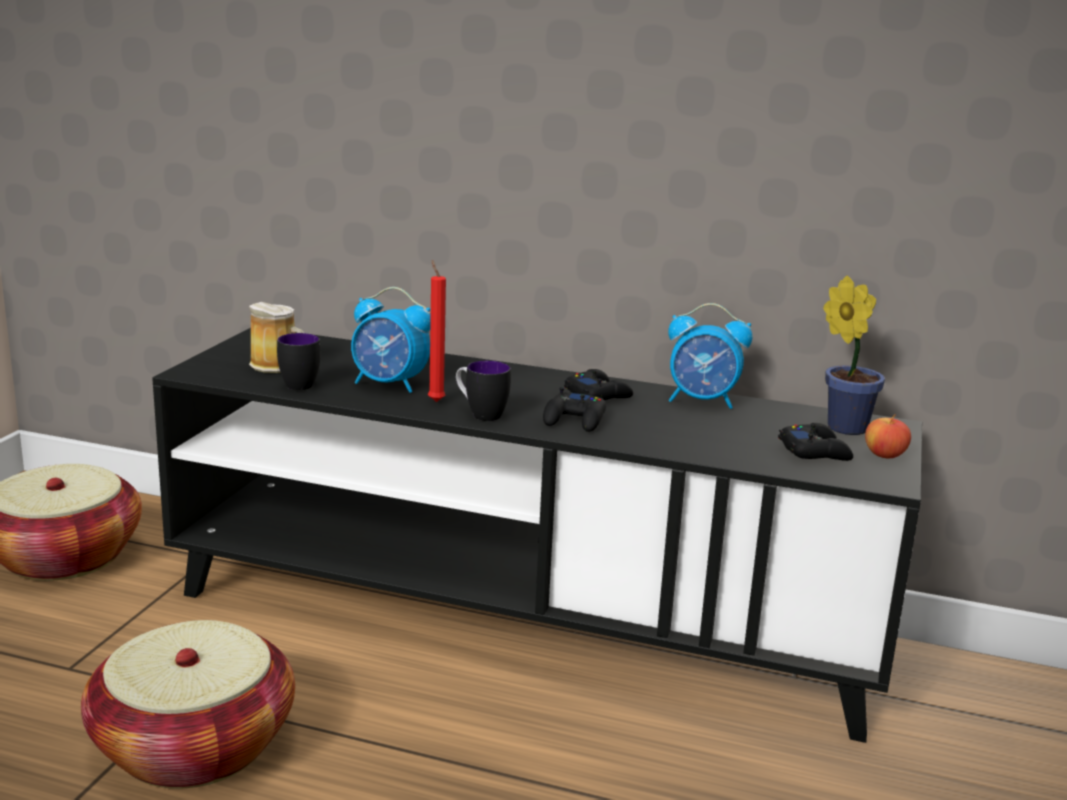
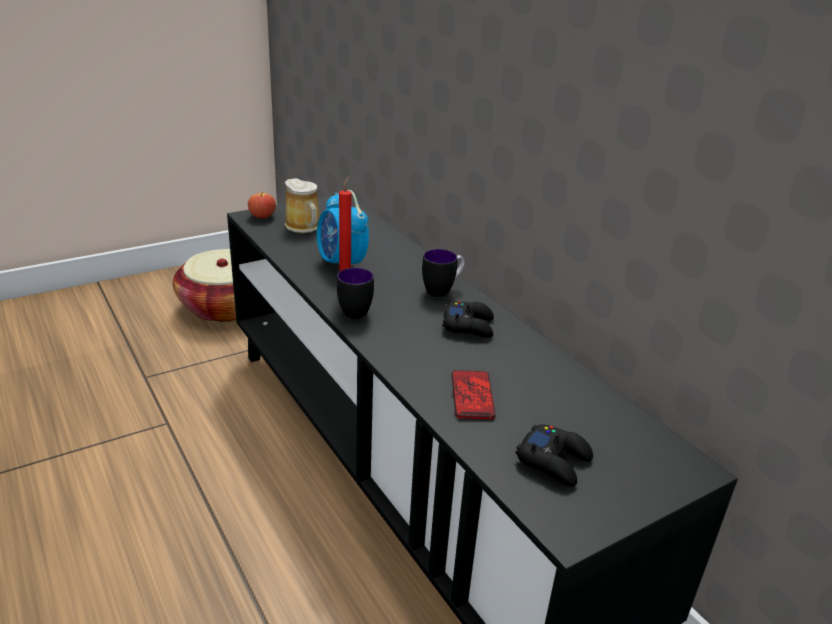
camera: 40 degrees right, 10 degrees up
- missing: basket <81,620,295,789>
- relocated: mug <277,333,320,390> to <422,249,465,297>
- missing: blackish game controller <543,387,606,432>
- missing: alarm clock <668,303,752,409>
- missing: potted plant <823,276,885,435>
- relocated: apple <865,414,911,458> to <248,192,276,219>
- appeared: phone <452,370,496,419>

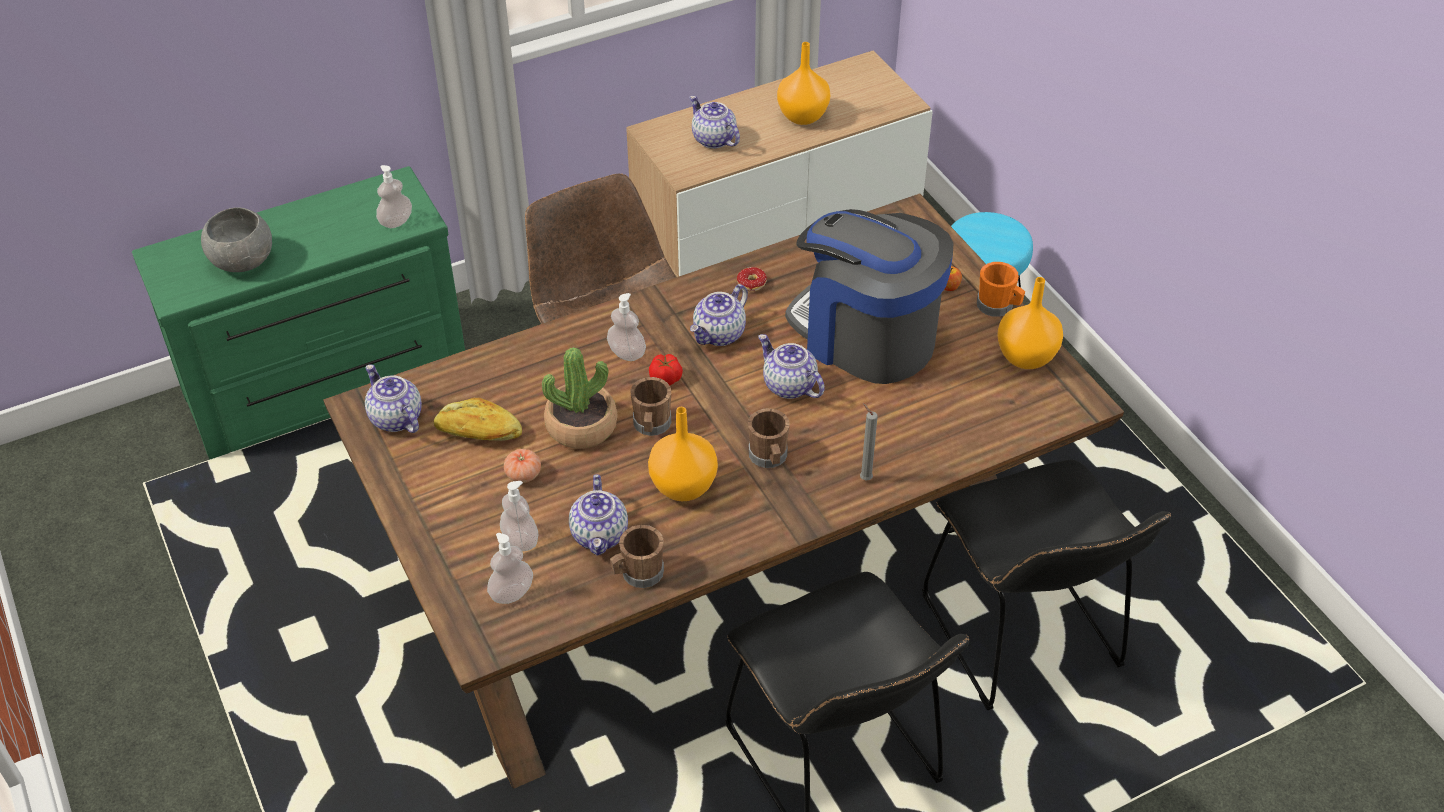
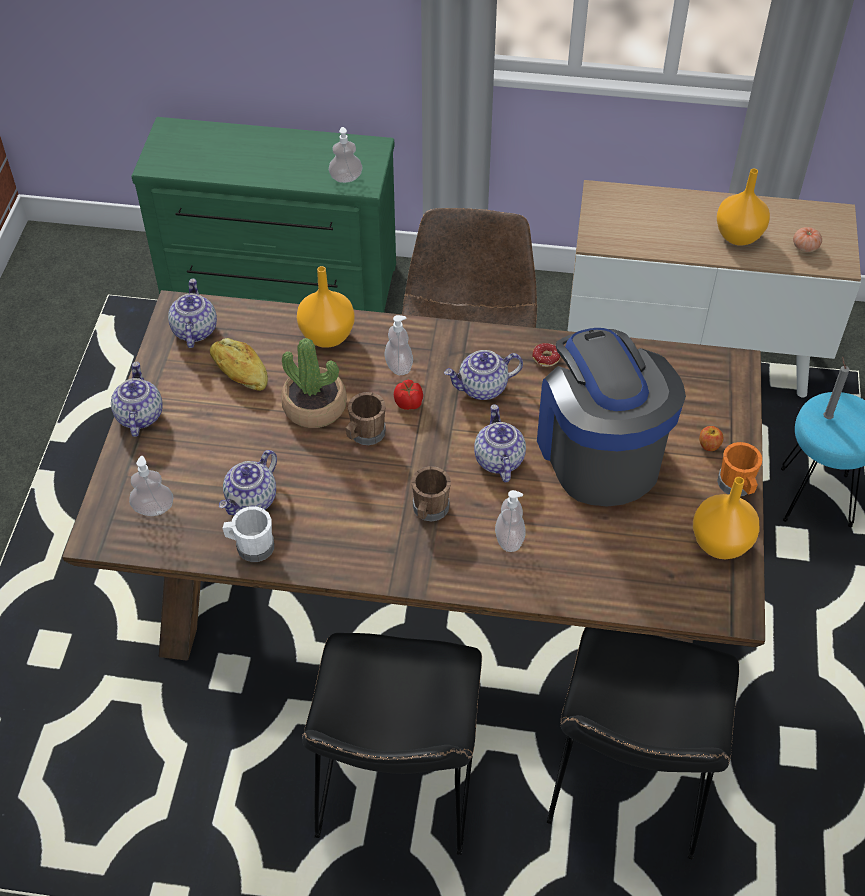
camera: 35 degrees right, 5 degrees up
- missing: gray bowl <201,207,272,272>
- relocated: soap dispenser <500,481,539,551> to <495,490,526,552>
- relocated: fresh tomato <504,449,541,483> to <793,227,822,252>
- colour: brownish mug <610,525,664,588> to whitish mug <222,506,274,562>
- relocated: orangey vase <648,407,718,501> to <297,266,355,348>
- relocated: pot for tea <689,96,740,149> to <111,362,163,437>
- relocated: gray candle <860,403,878,480> to <823,357,850,419>

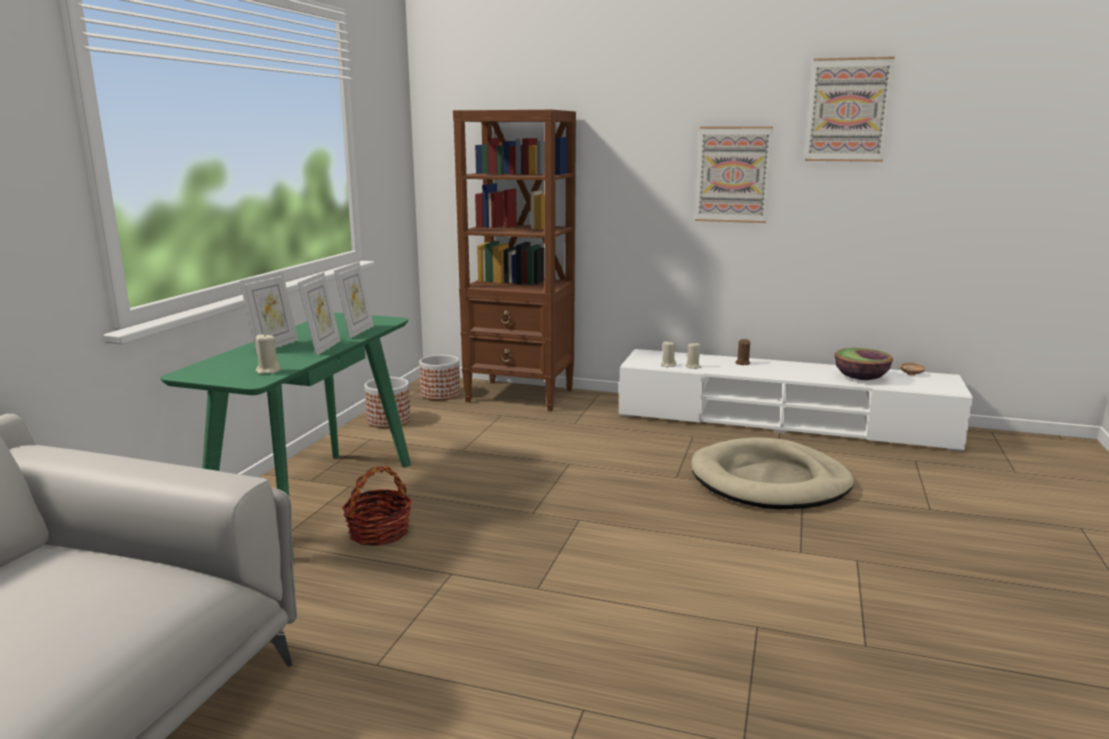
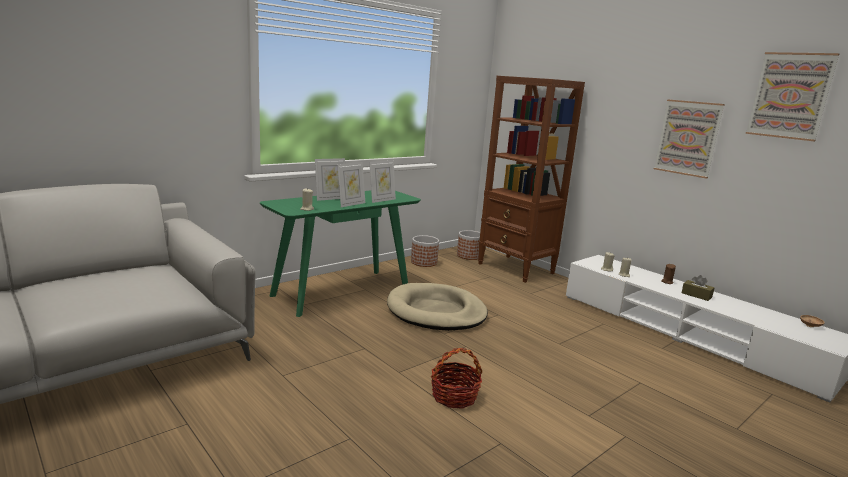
camera: 30 degrees right, 0 degrees up
- relocated: basket <342,466,412,546> to <431,348,482,409>
- relocated: beige pet bed <691,437,854,509> to <387,283,488,331>
- missing: bowl <834,348,893,380>
- appeared: brownish tissue holder <681,275,715,301>

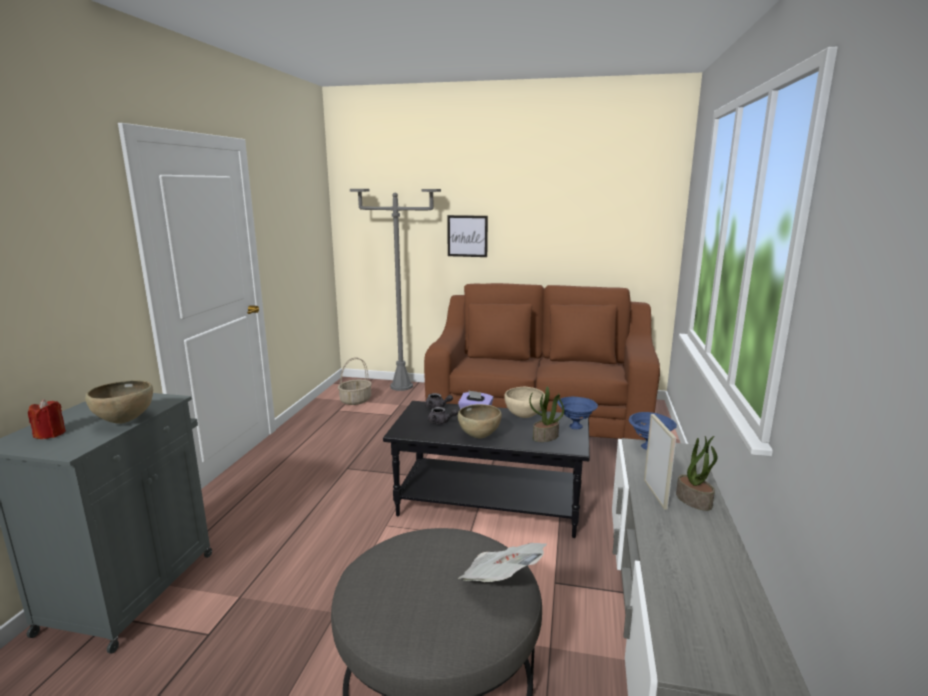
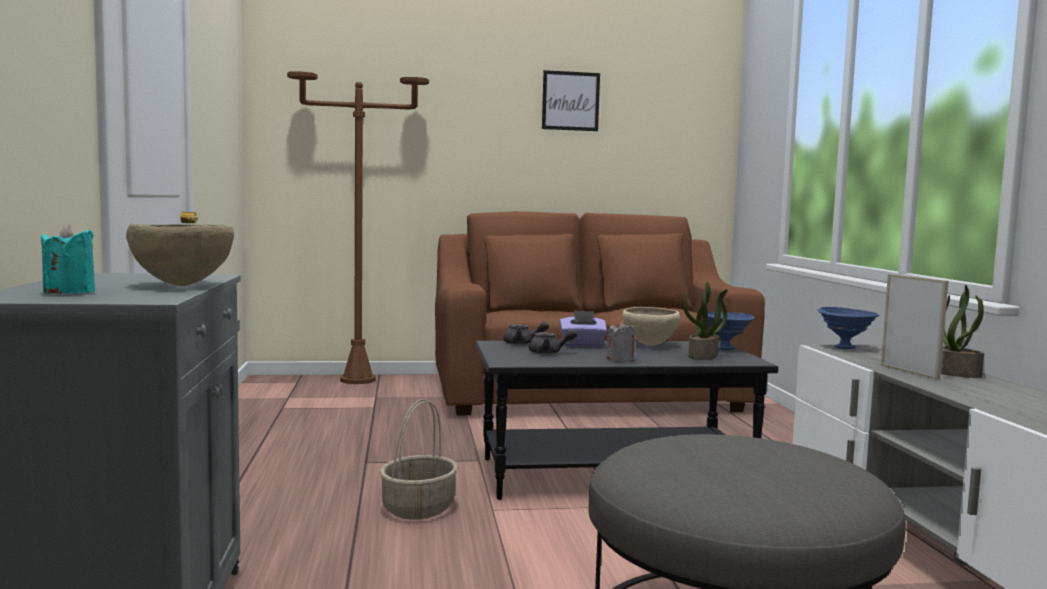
camera: 20 degrees left, 10 degrees down
- colour: reddish candle <28,399,66,439> to turquoise candle <41,224,95,294>
- relocated: basket <338,358,372,405> to <380,399,458,520>
- colour: gray floor lamp <350,189,441,391> to brownish floor lamp <287,71,429,384>
- relocated: wall art <447,215,488,257> to <542,70,600,131>
- exchanged: brownish bowl <458,404,502,439> to gray candle <606,321,636,362>
- missing: newspaper <458,543,547,582>

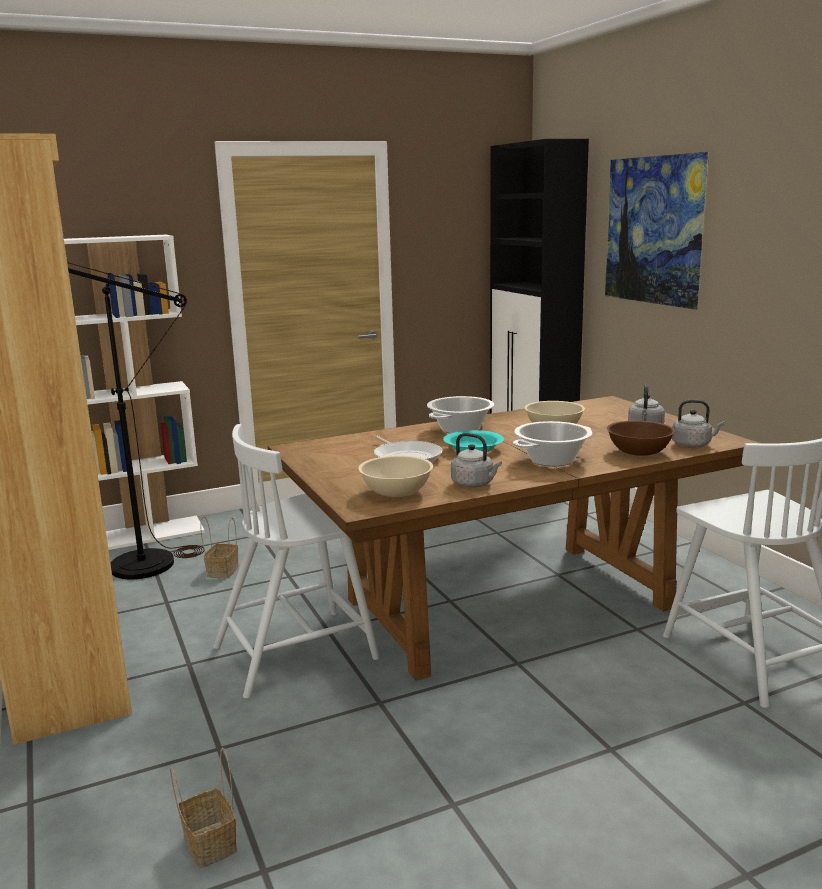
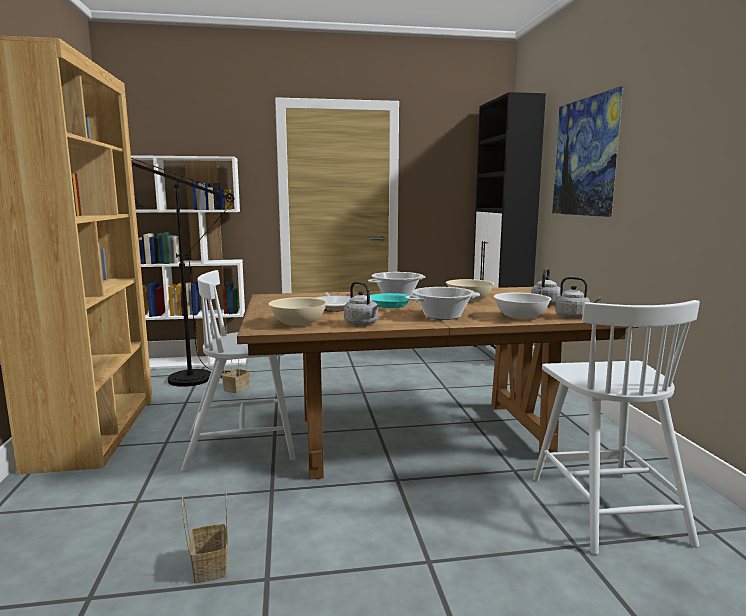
camera: 15 degrees right, 5 degrees down
- relocated: basket <170,748,237,868> to <182,490,228,583>
- colour: brownish bowl <607,421,675,456> to whitish bowl <494,293,552,319>

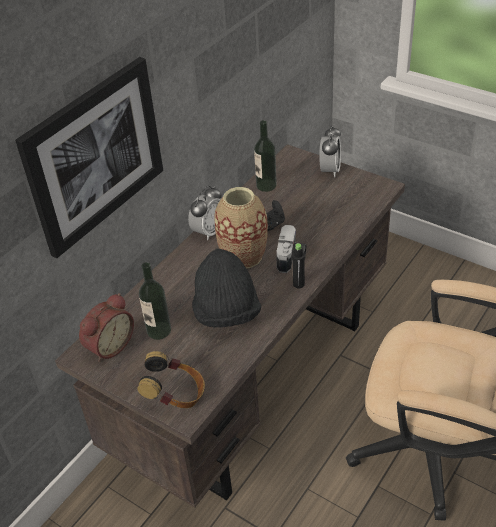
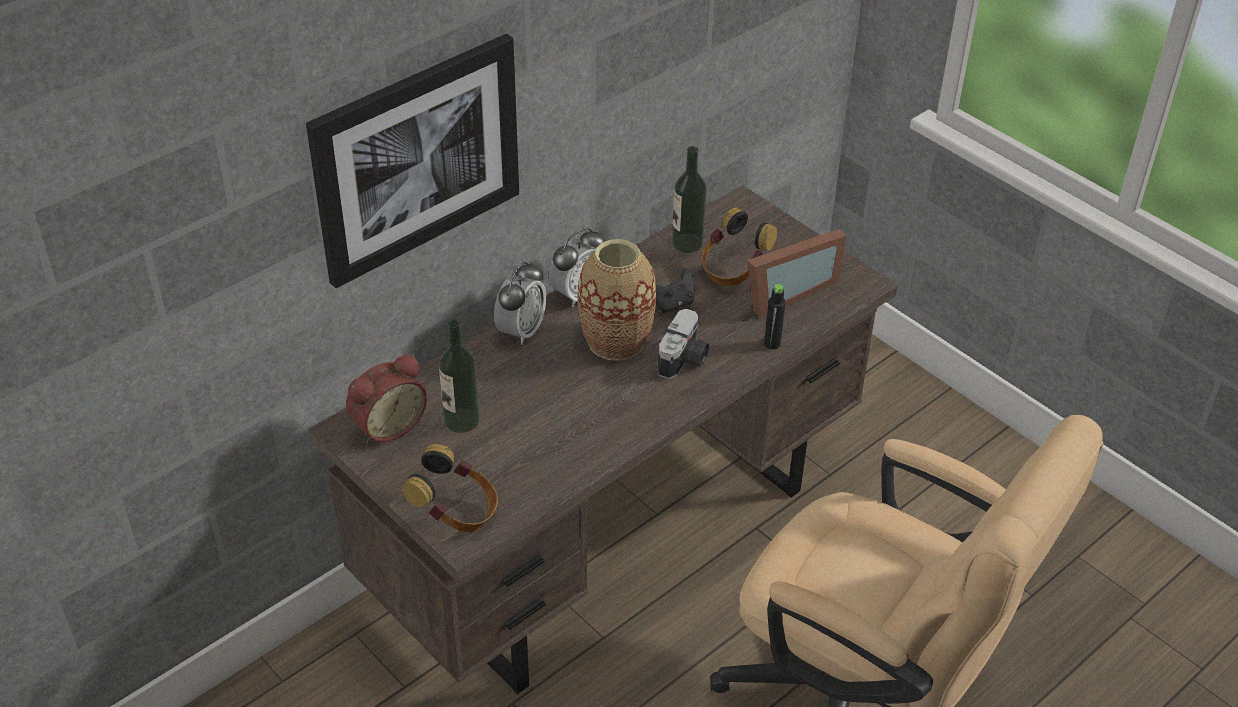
camera: 10 degrees right, 0 degrees up
- missing: blackish wearable hat <192,249,261,328>
- relocated: blackish beverage bottle <293,243,305,288> to <764,284,786,350>
- relocated: alarm clock <319,126,341,177> to <494,262,546,345>
- appeared: pair of headphones <701,207,777,286>
- appeared: standing frame <747,229,847,319>

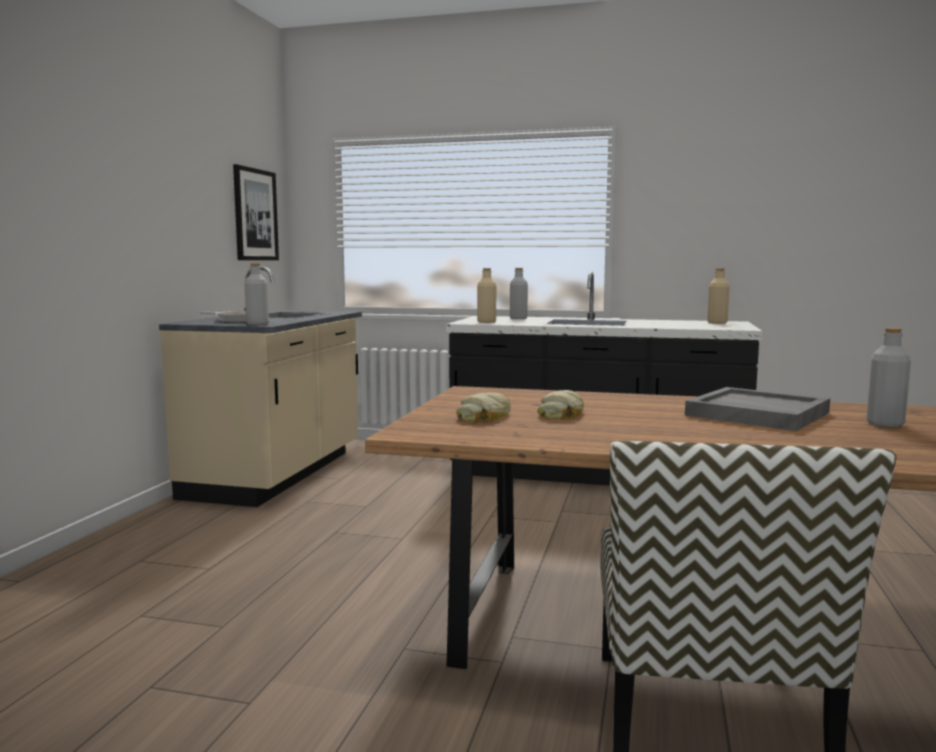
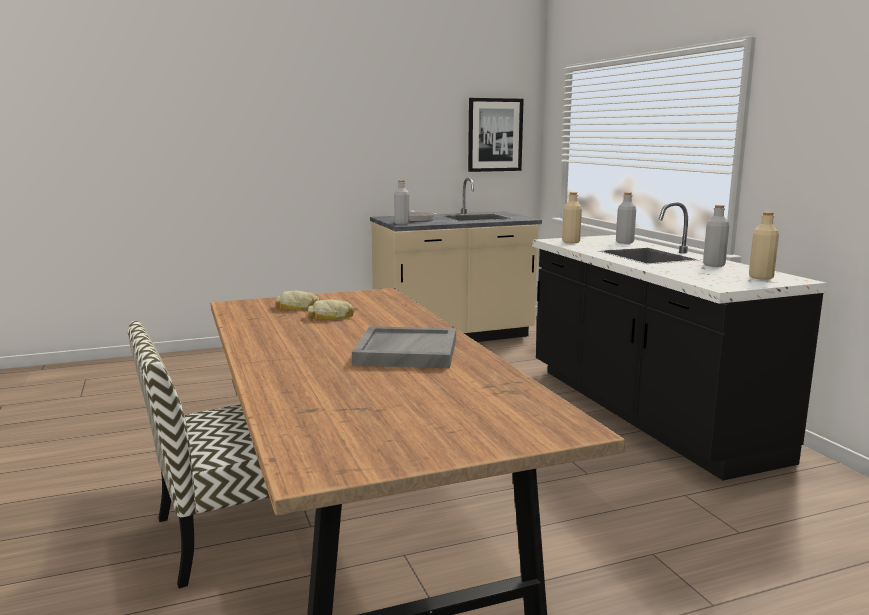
camera: 55 degrees right, 5 degrees up
- relocated: gray beverage bottle <866,328,911,427> to <703,205,729,267>

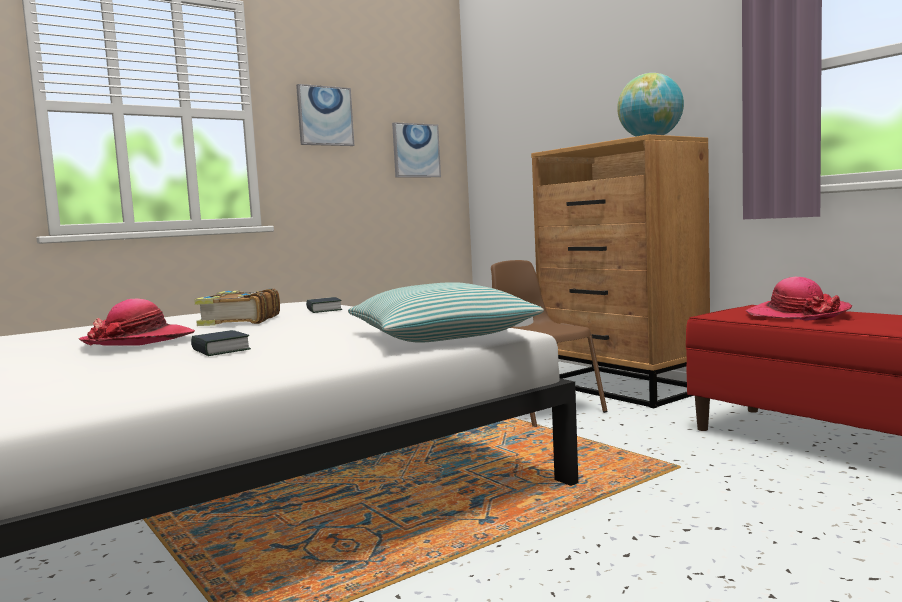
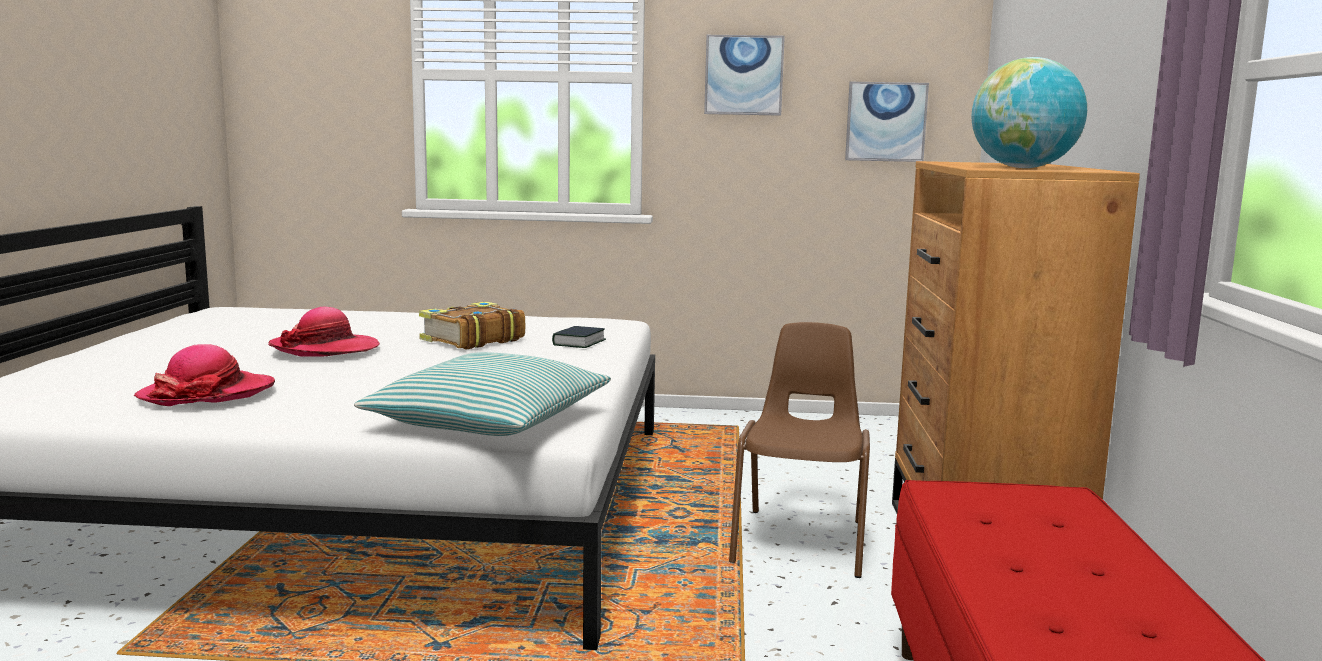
camera: 40 degrees right, 5 degrees up
- missing: bound book <191,330,251,356>
- relocated: wearable hat <746,277,853,321> to <134,344,275,406>

